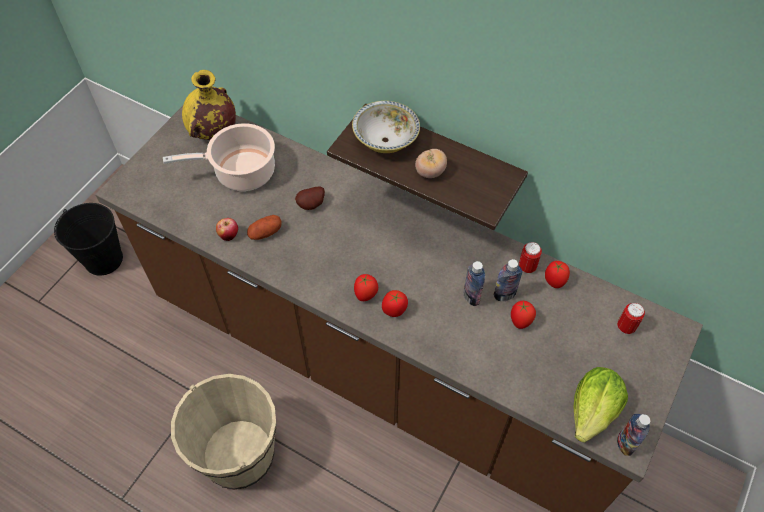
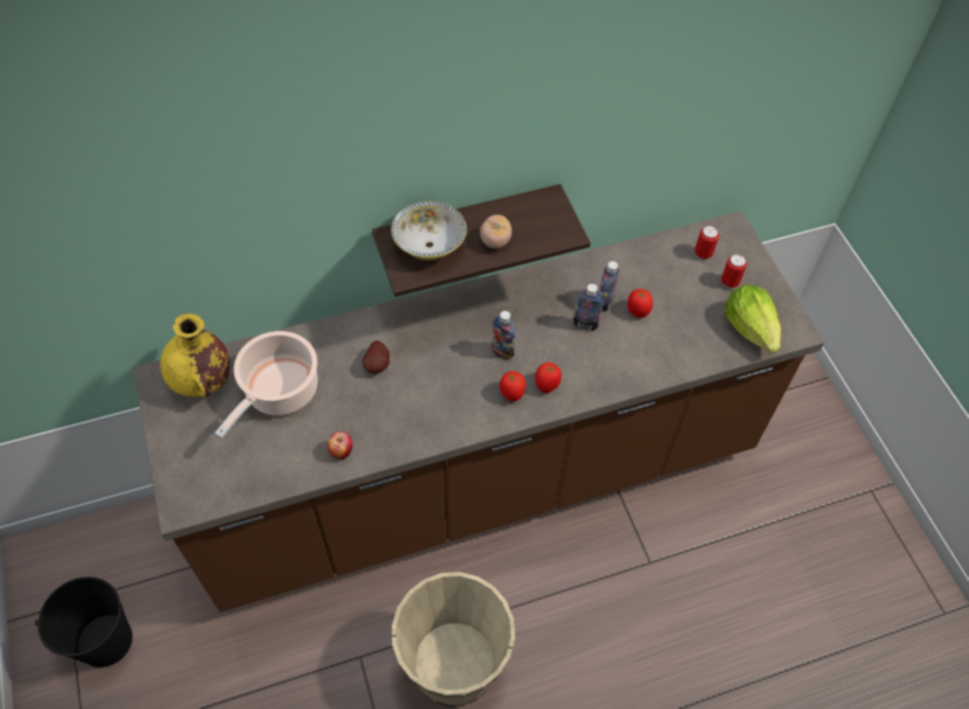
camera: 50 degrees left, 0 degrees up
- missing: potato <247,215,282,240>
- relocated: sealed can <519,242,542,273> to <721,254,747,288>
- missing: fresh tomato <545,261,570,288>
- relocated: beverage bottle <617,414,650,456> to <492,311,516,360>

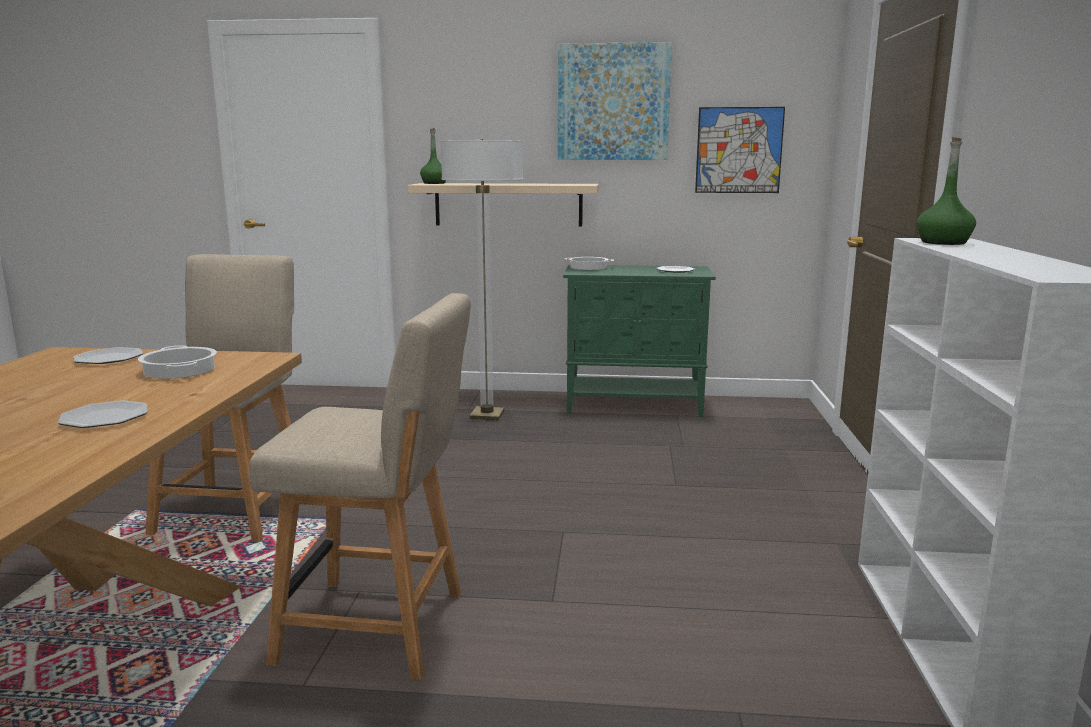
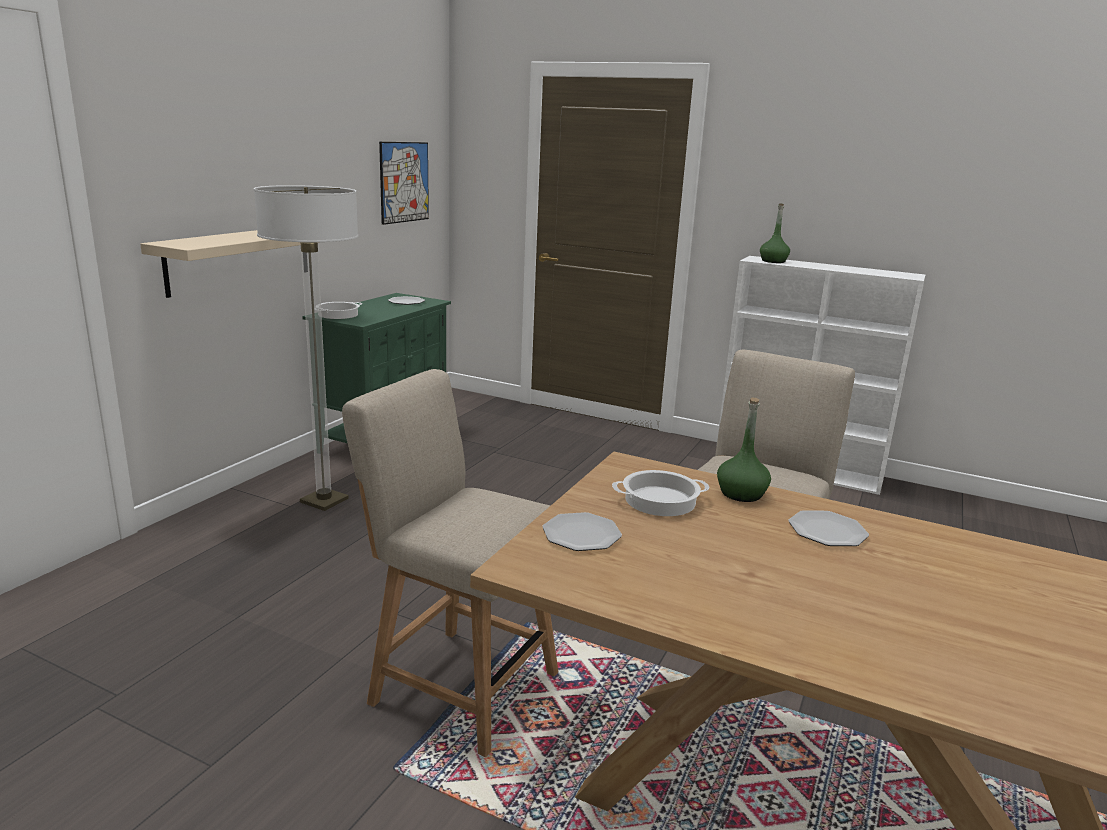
camera: 70 degrees left, 5 degrees up
- relocated: green-coloured beverage bottle <420,128,446,184> to <717,398,771,502>
- missing: wall art <558,42,672,160>

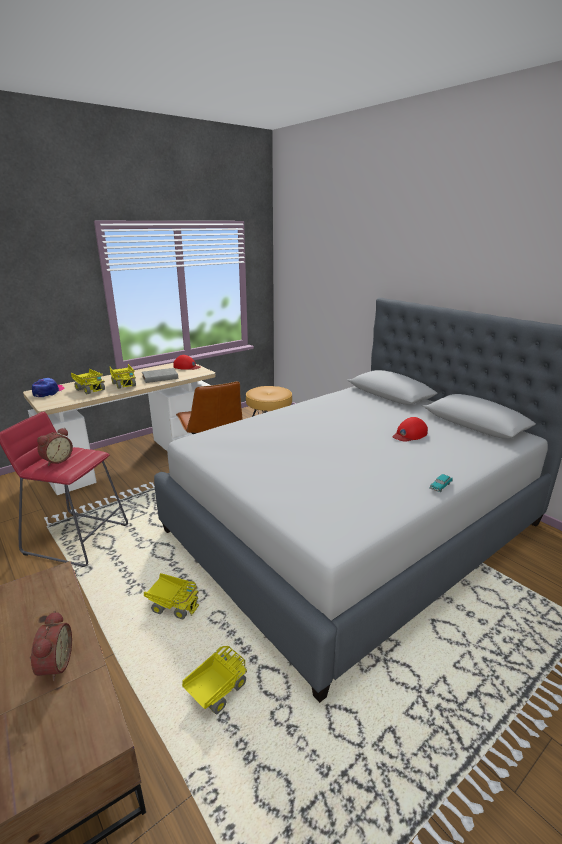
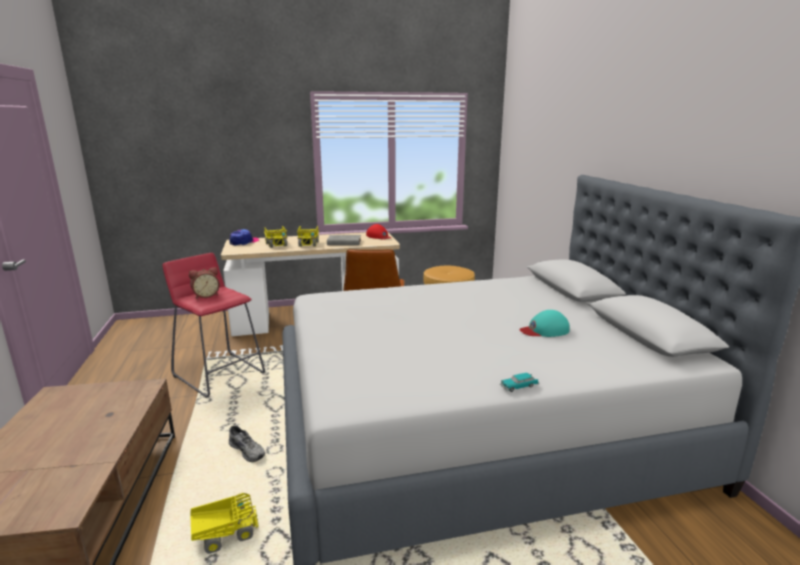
camera: 25 degrees right, 5 degrees down
- missing: alarm clock <30,611,72,681>
- exchanged: model truck <144,573,200,620> to gray shoe <229,425,265,462>
- colour: reddish baseball cap <392,417,428,442> to turquoise baseball cap <519,310,570,337>

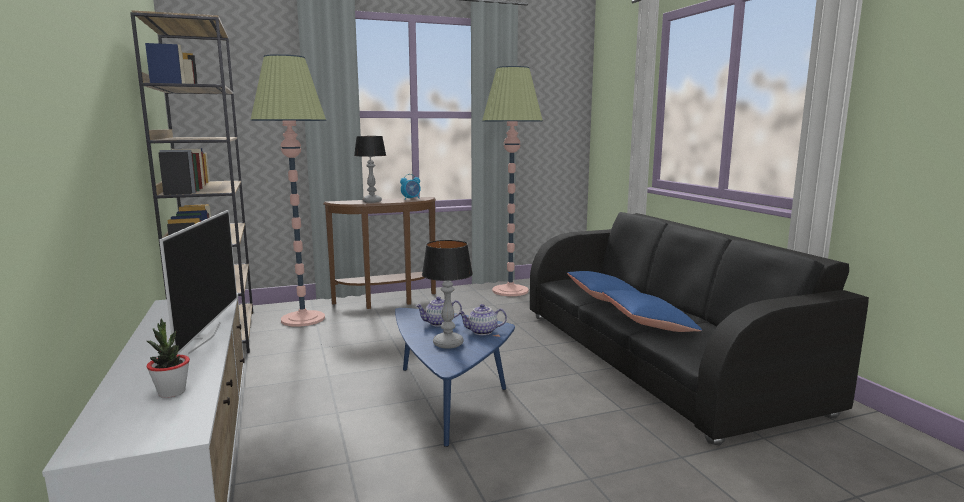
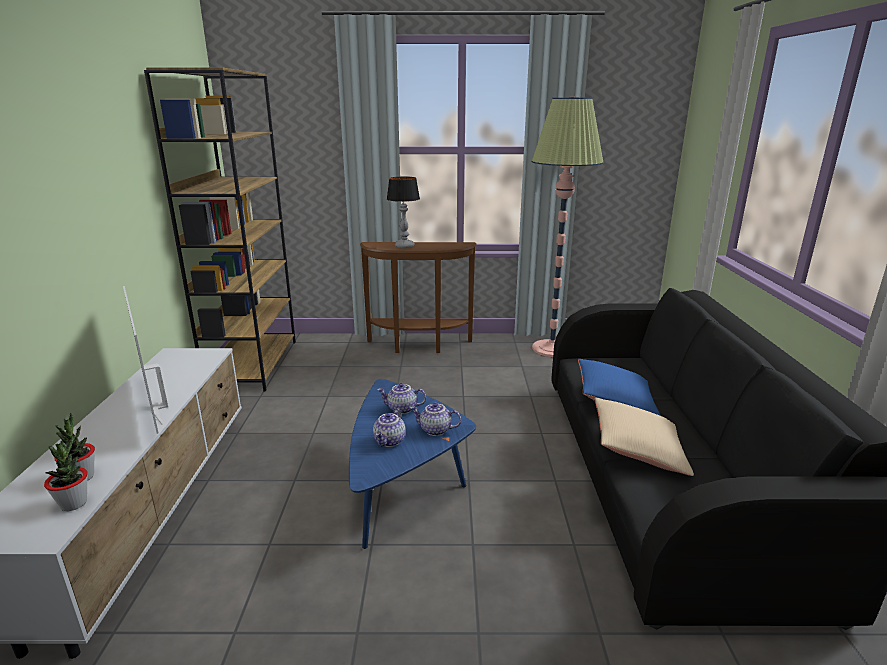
camera: 20 degrees right, 10 degrees up
- spun: television <159,210,237,355> = <123,286,168,434> 135 degrees clockwise
- missing: floor lamp <250,54,326,327>
- missing: alarm clock <400,174,421,200>
- exchanged: lamp for a table <422,240,473,349> to pot for tea <373,409,406,447>
- colour: bluish cushion <602,290,702,332> to beige cushion <595,398,694,476>
- appeared: potted plant <44,436,88,511>

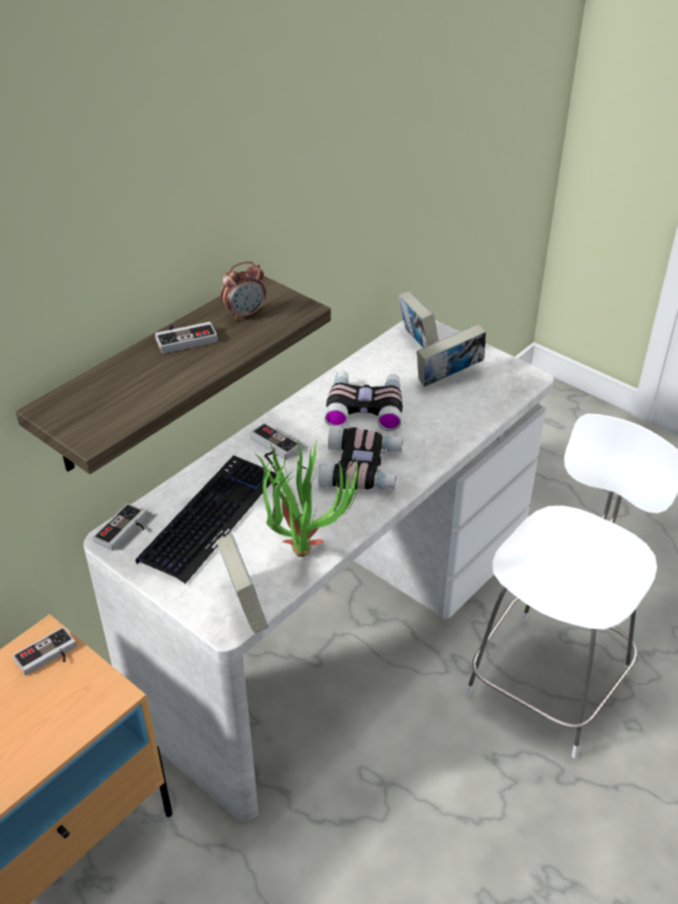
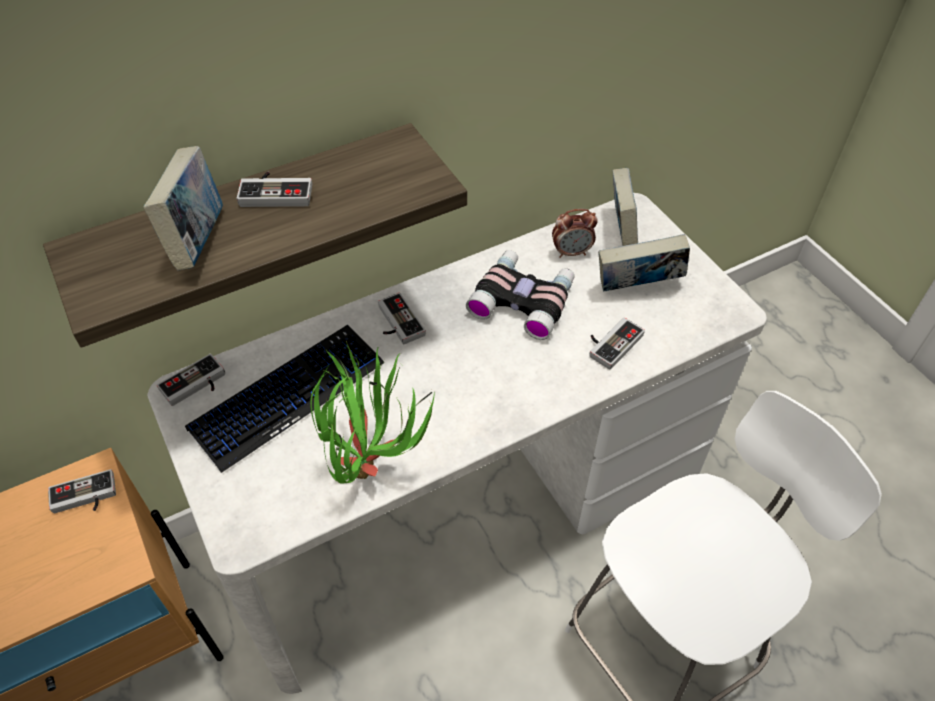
camera: 20 degrees right, 10 degrees up
- relocated: bound book <216,534,268,633> to <143,146,223,271>
- relocated: alarm clock <221,261,266,321> to <552,209,598,258>
- missing: field glasses <318,426,403,490>
- appeared: game controller <589,318,645,370>

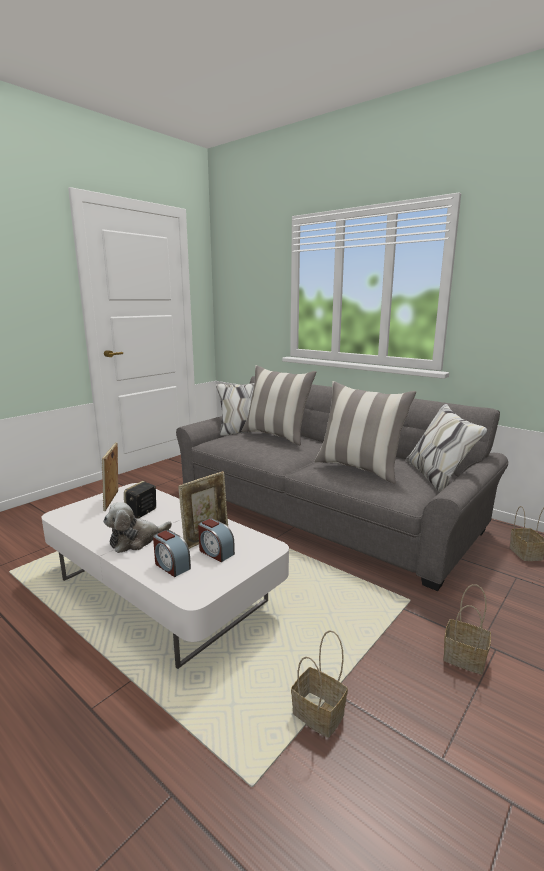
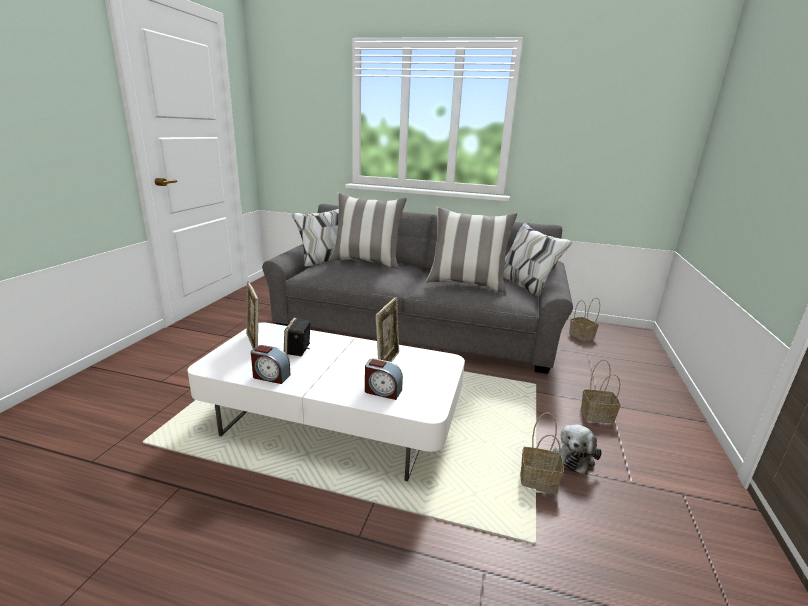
camera: 25 degrees left, 5 degrees up
- relocated: plush toy <103,502,172,553> to <554,425,602,474>
- relocated: alarm clock <198,519,235,562> to <251,345,290,384>

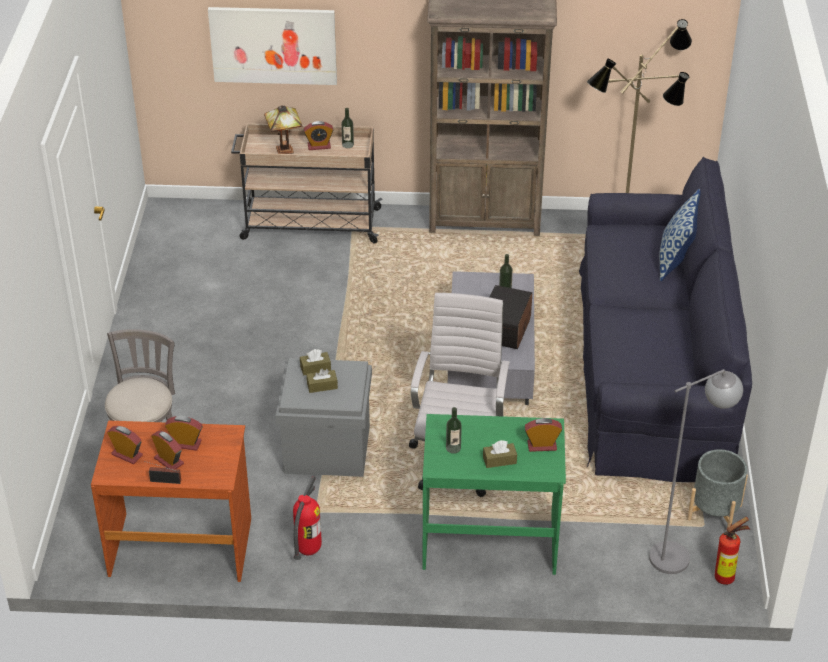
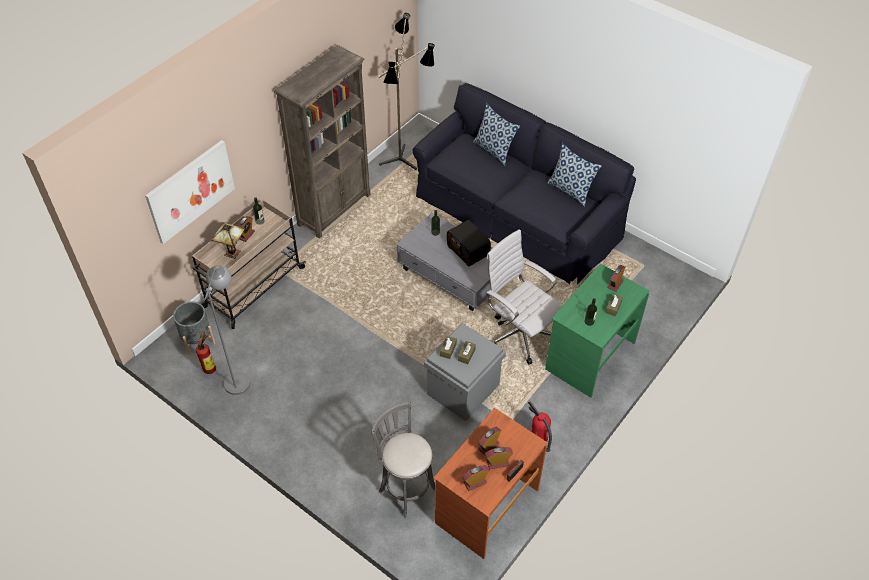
camera: 55 degrees left, 10 degrees up
- relocated: gray floor lamp <649,369,743,574> to <205,265,250,395>
- relocated: gray plant pot <687,449,748,528> to <173,301,216,355>
- relocated: extinguisher <715,517,750,585> to <195,331,216,374>
- appeared: cushion <547,142,602,206>

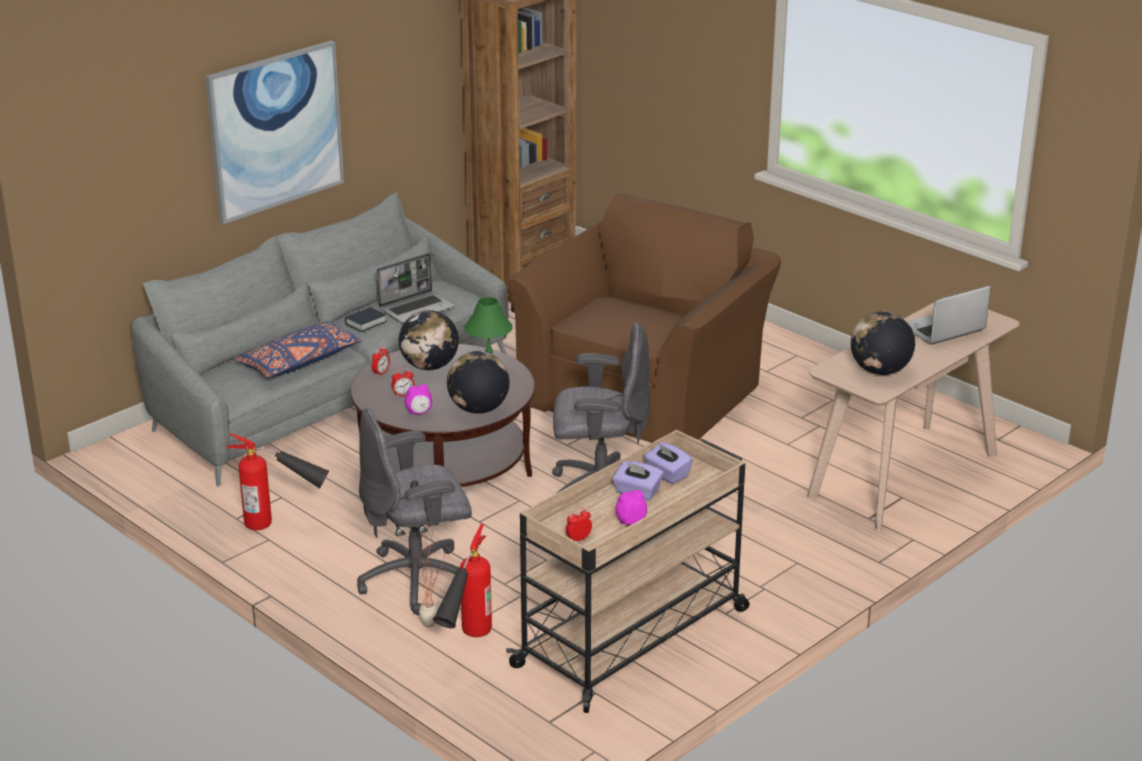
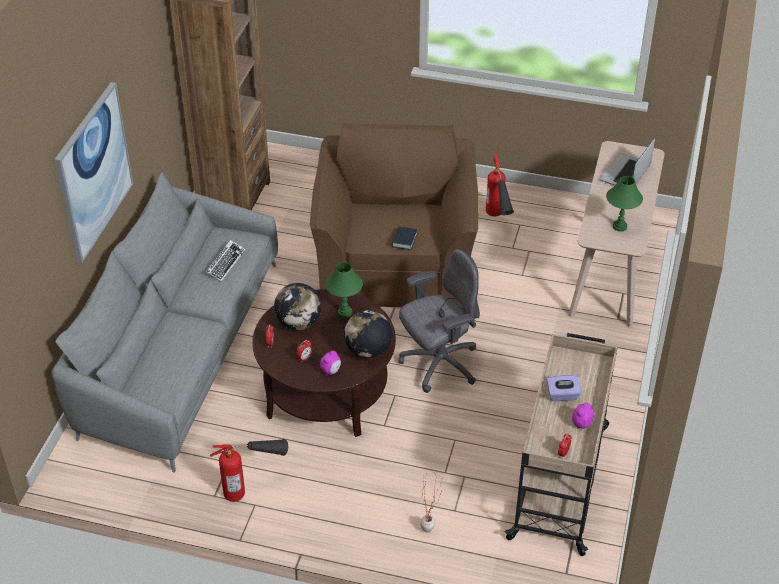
camera: 30 degrees left, 15 degrees up
- missing: bluish cushion <235,321,362,378>
- relocated: bound book <345,307,387,332> to <392,226,417,250>
- missing: gray office chair <357,408,472,615>
- exchanged: laptop <377,253,455,323> to computer keyboard <205,240,245,282>
- relocated: extinguisher <433,524,492,637> to <486,152,514,216>
- missing: purple tissue holder <644,442,693,484>
- exchanged: desk globe <851,311,915,375> to green-coloured lamp for a table <606,176,643,232>

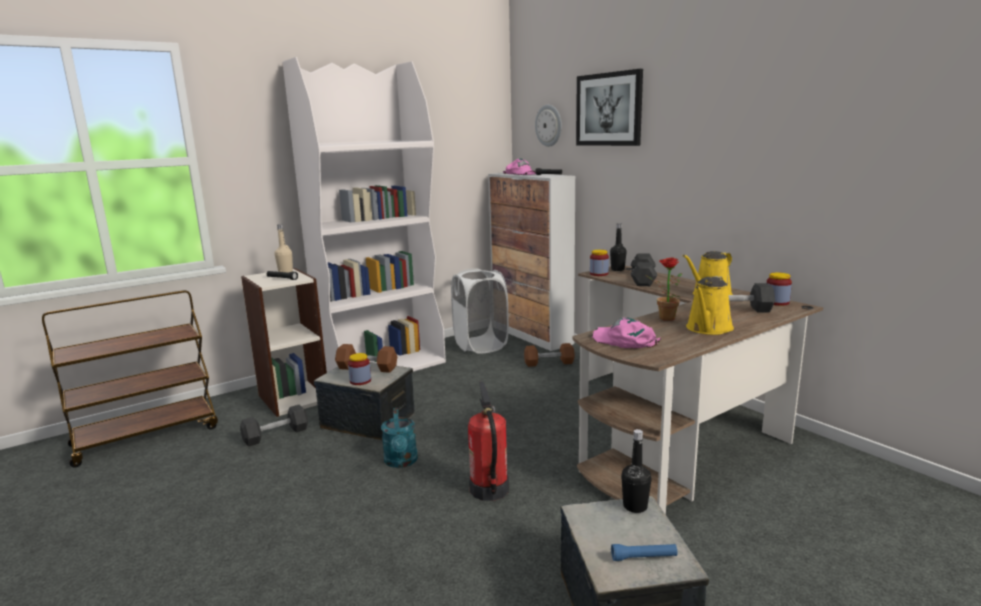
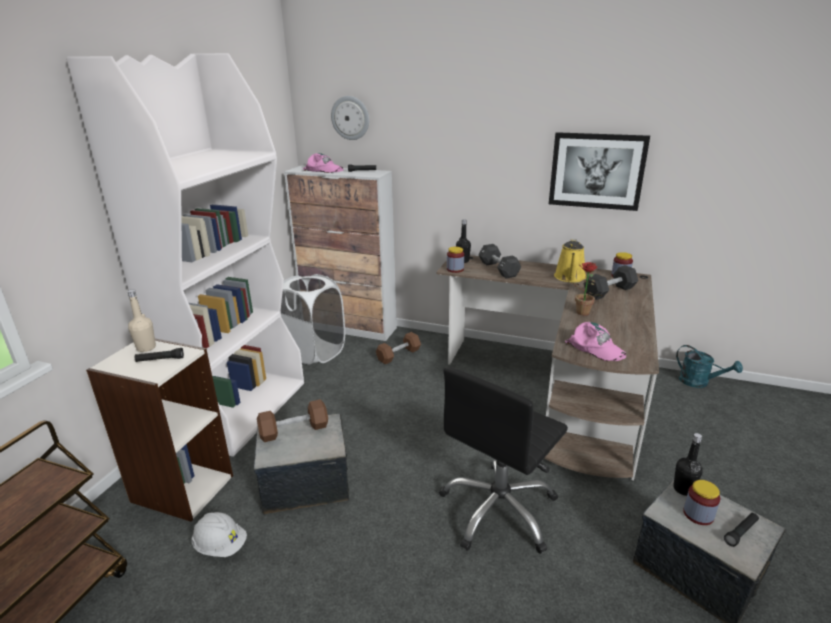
camera: 35 degrees left, 10 degrees up
- exchanged: blackish free weight <240,405,308,446> to whitish hard hat <191,512,247,557>
- relocated: storage jar <348,353,371,385> to <683,480,720,525>
- relocated: turquoise watering pot <381,408,418,468> to <676,345,743,388>
- exchanged: extinguisher <468,381,509,501> to blackish office chair <439,367,568,554>
- relocated: wall art <576,69,643,146> to <549,132,650,211>
- spun: pink-coloured baseball cap <592,317,661,348> = <565,322,626,361> 135 degrees counterclockwise
- colour: bluish hand torch <611,544,678,561> to blackish hand torch <724,513,759,547>
- missing: yellow watering pot <686,276,734,335>

